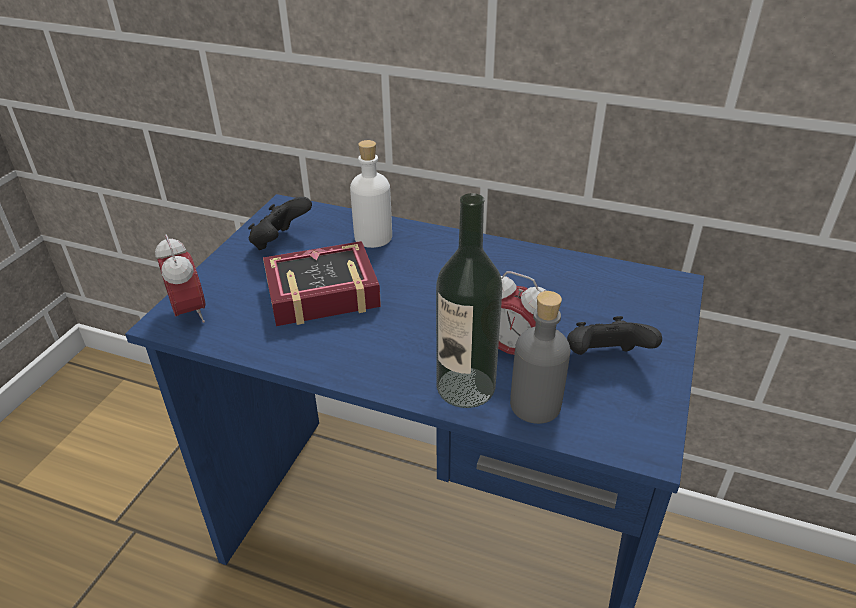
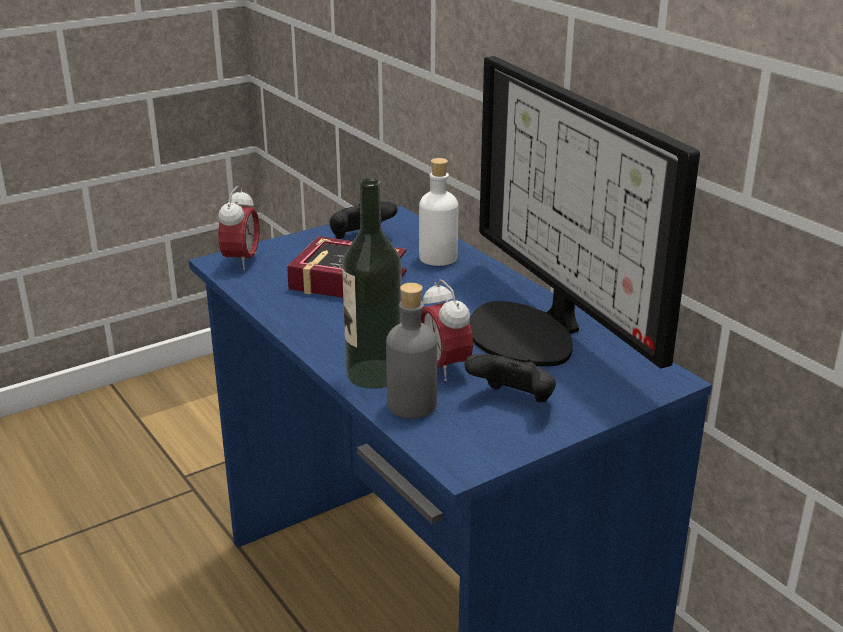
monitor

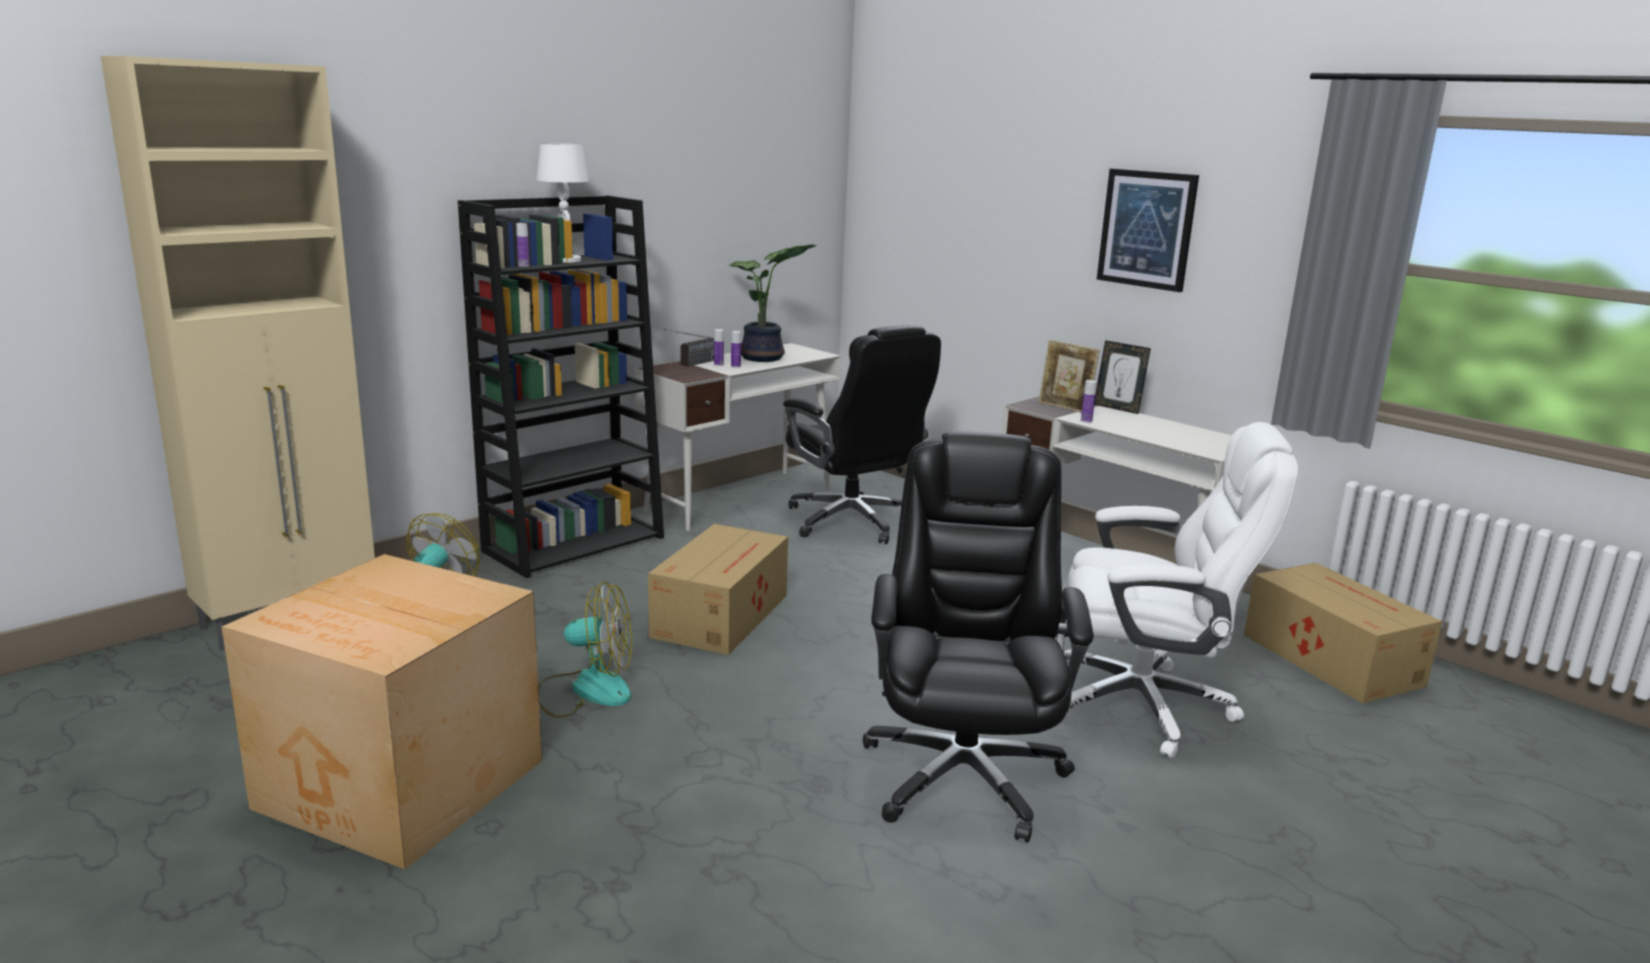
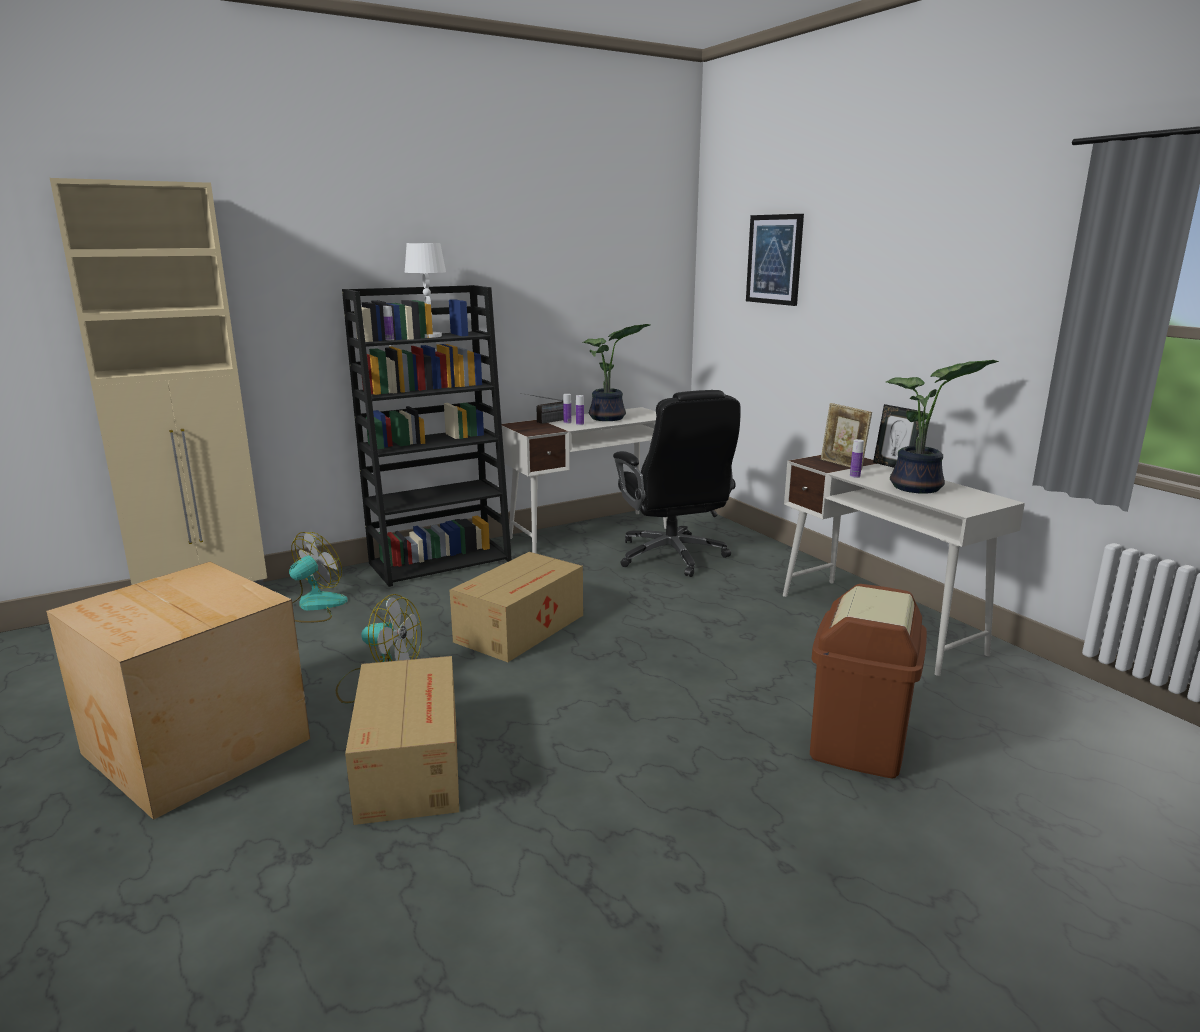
picture
trash can/brown
office chair/black (no. 2 from left in the first image)
cardboard box (no. 2 from left)
potted plant (no. 2 from left)

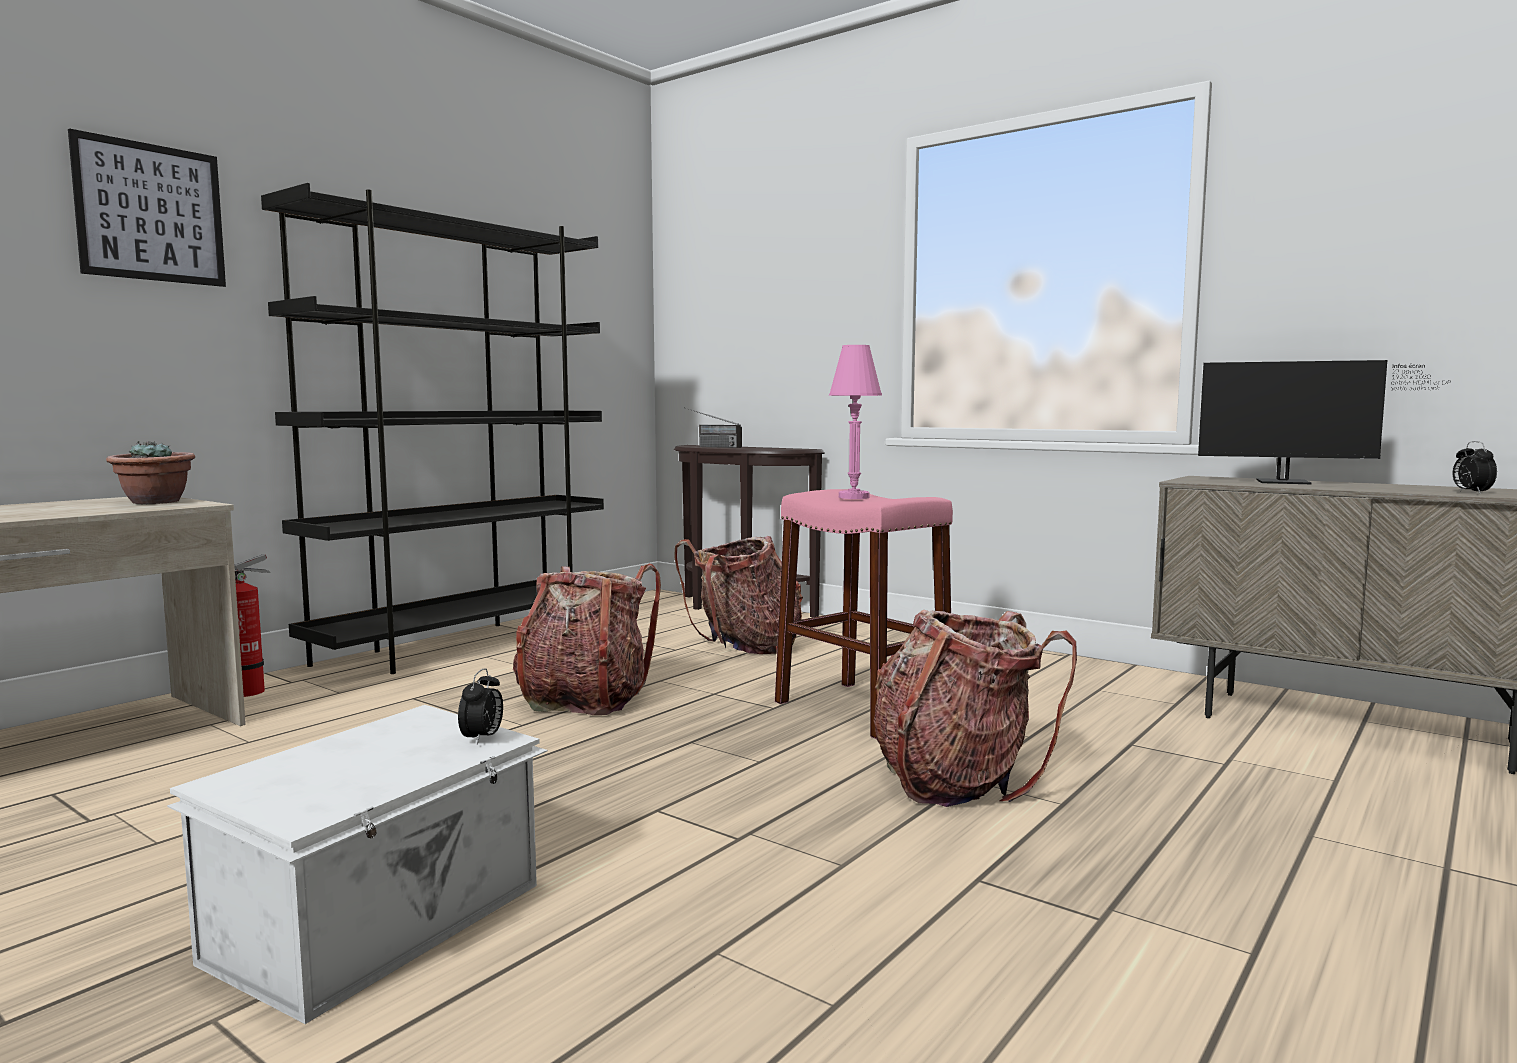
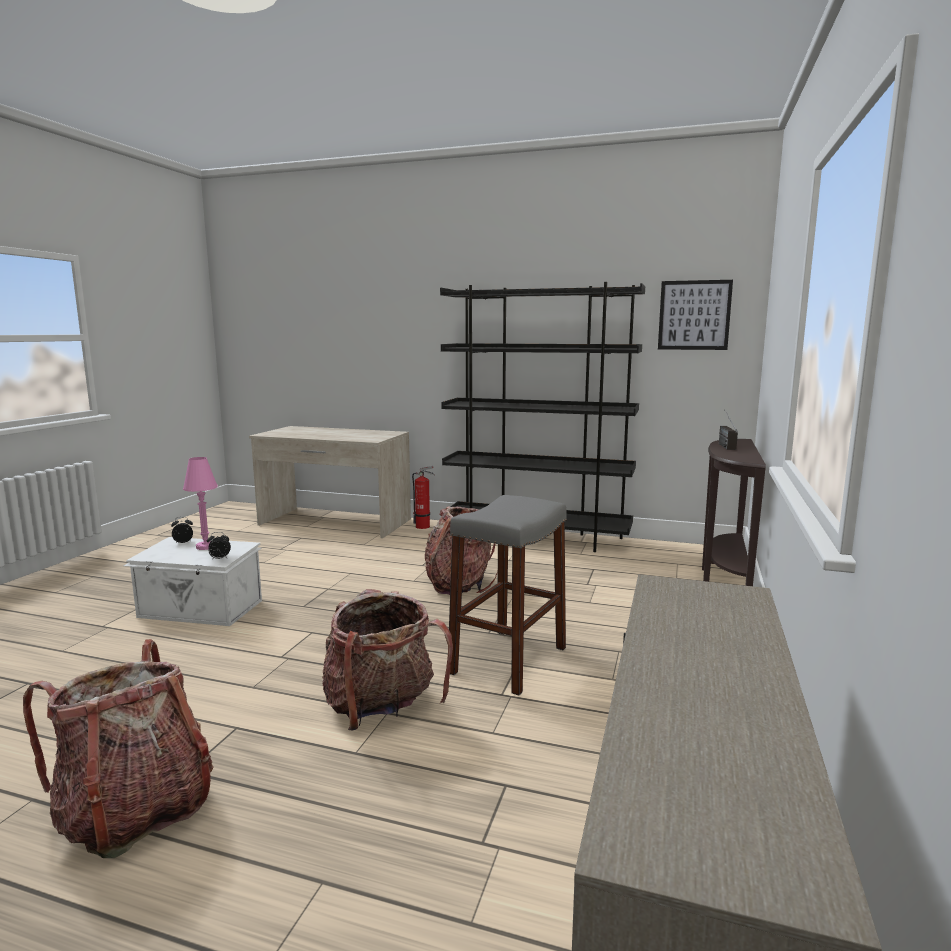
picture
table lamp/pink
monitor
potted plant
alarm clock (no. 1 from left)
stool/grey
backpack (no. 1 from left)

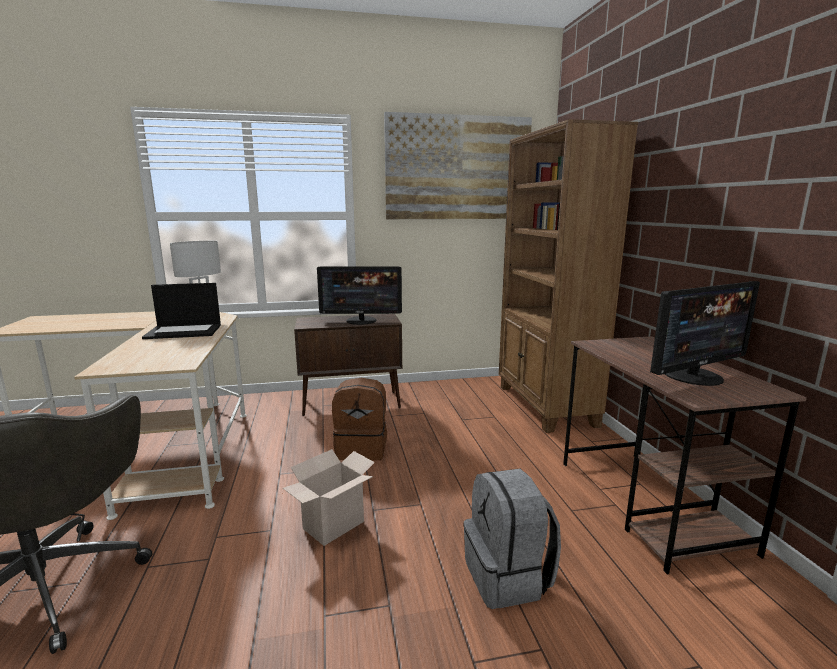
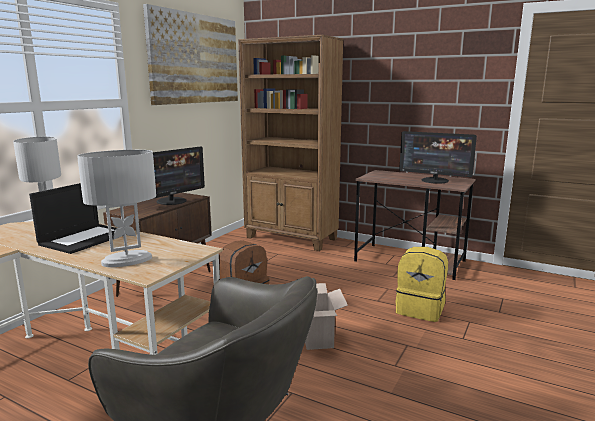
monitor (no. 2 from left)
backpack/yellow
table lamp/white (no. 2 from left)

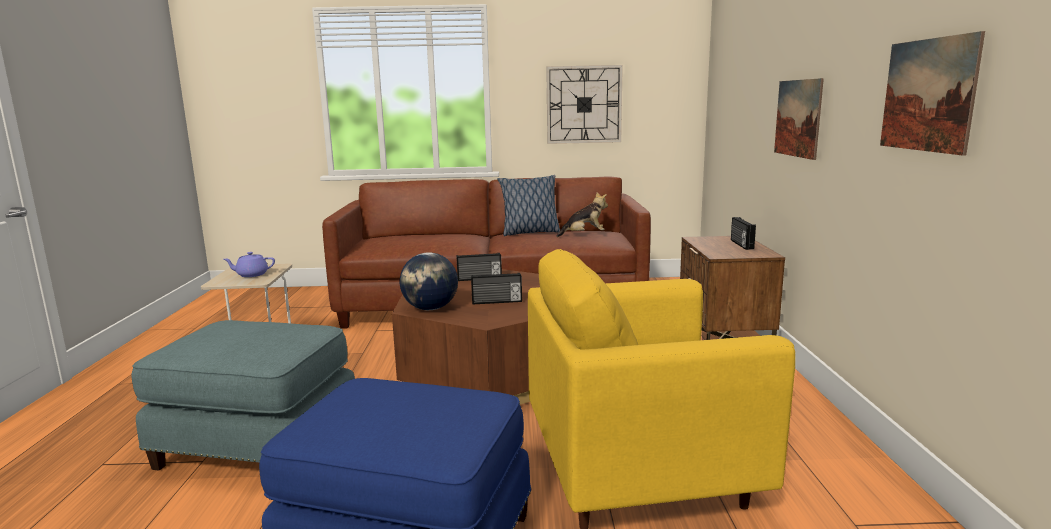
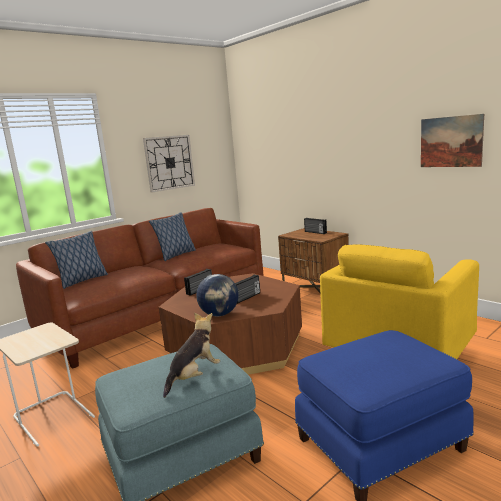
picture (no. 1 from left in the first image)
plush toy
teapot/purple
pillow (no. 1 from left)

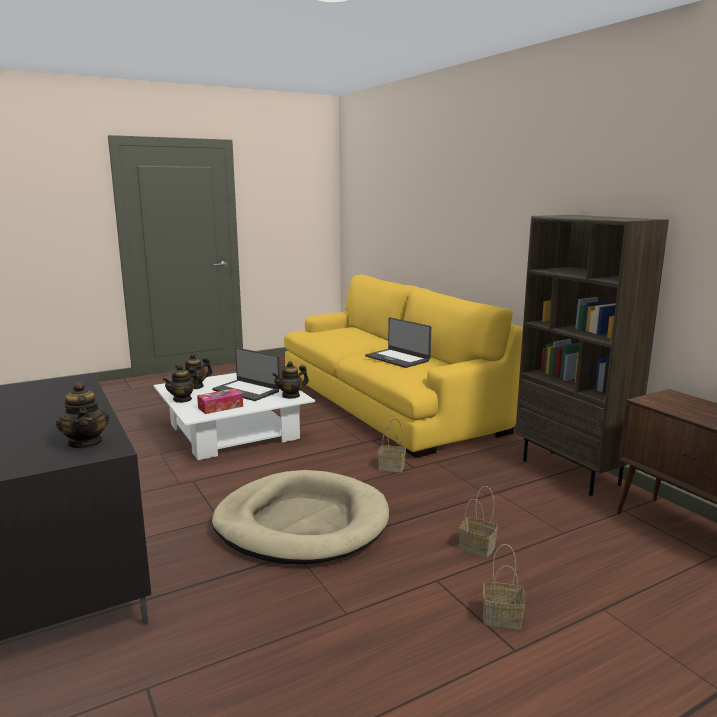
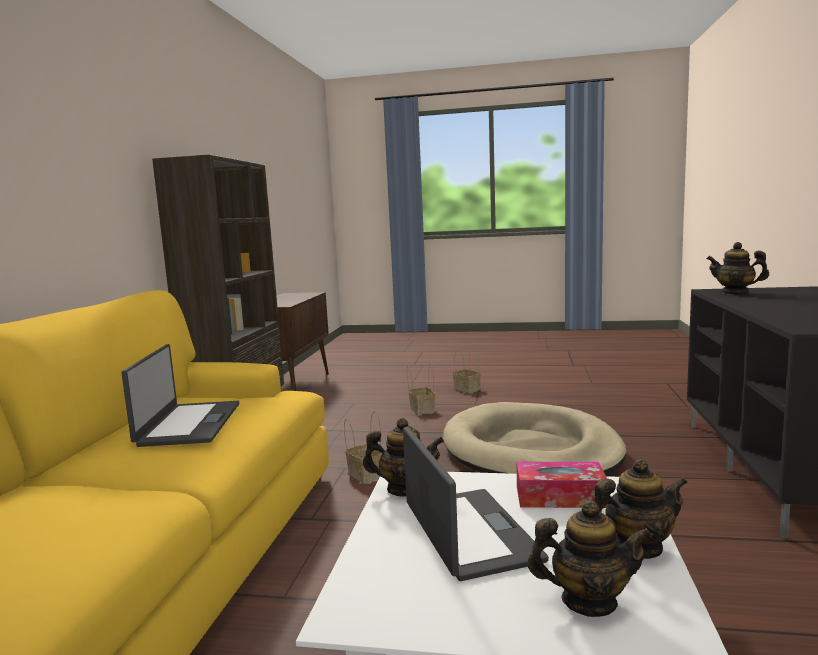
teapot (no. 4 from left)

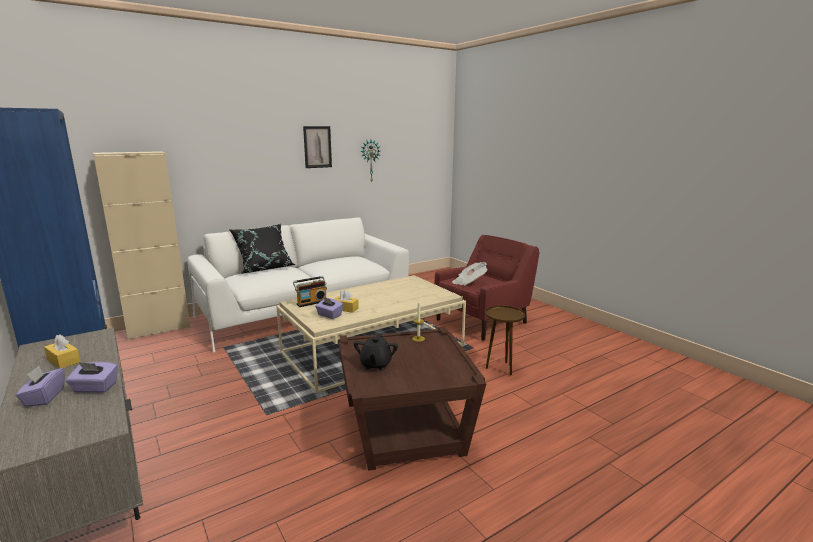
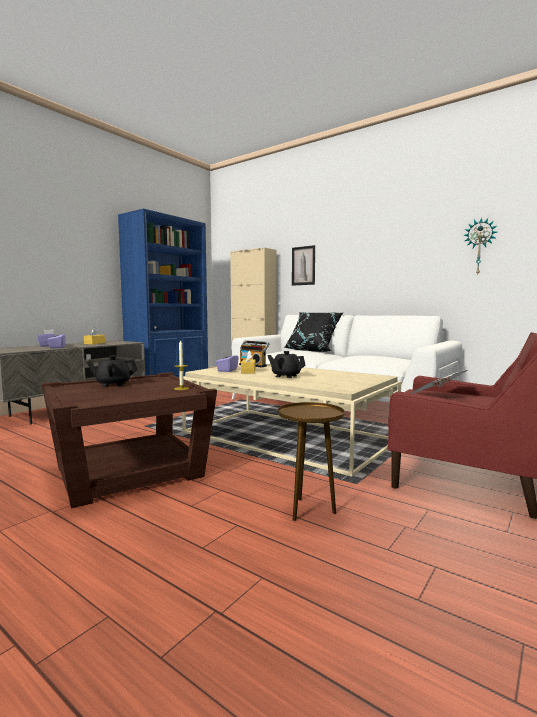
picture
teapot/black (no. 2 from left)

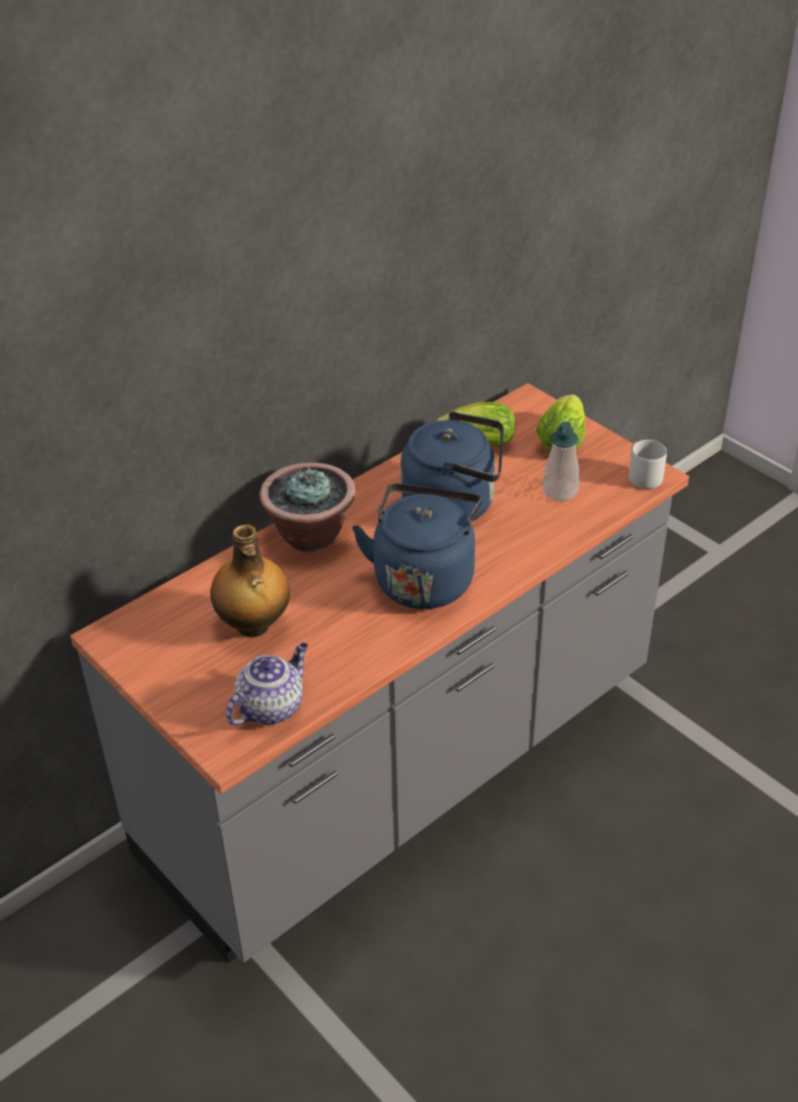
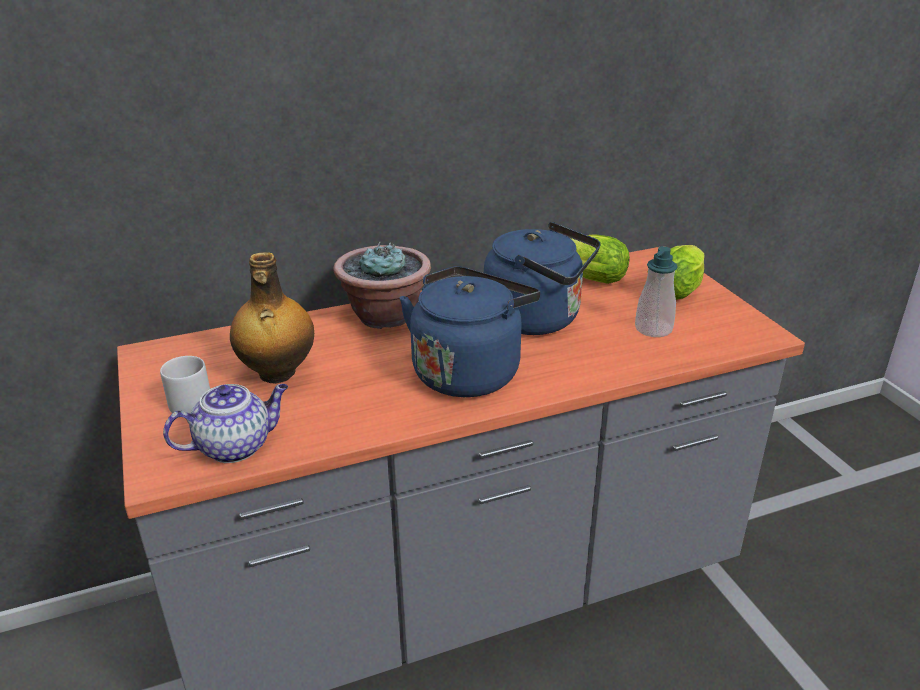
mug/grey

